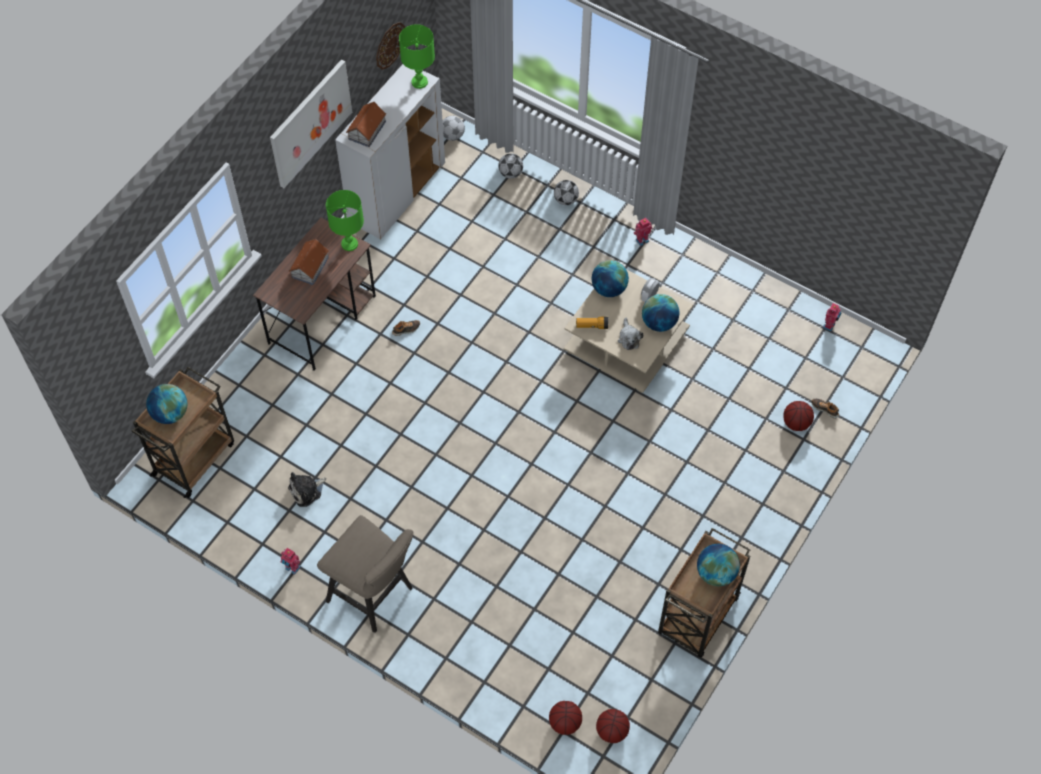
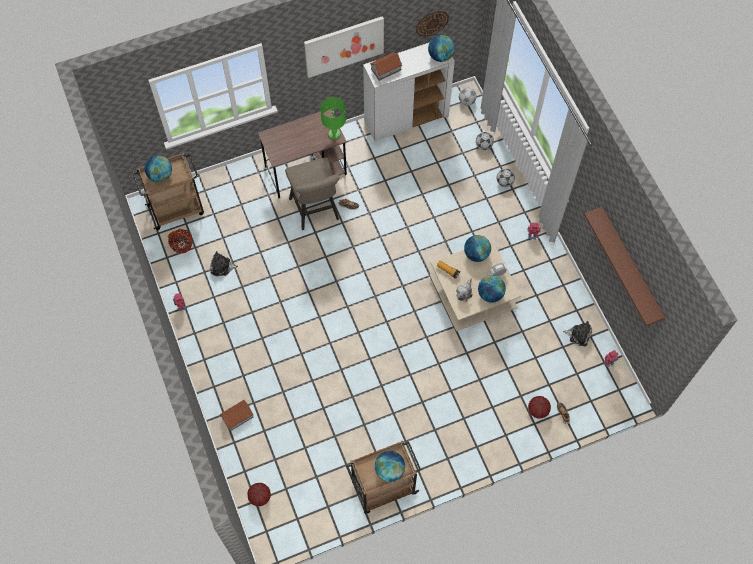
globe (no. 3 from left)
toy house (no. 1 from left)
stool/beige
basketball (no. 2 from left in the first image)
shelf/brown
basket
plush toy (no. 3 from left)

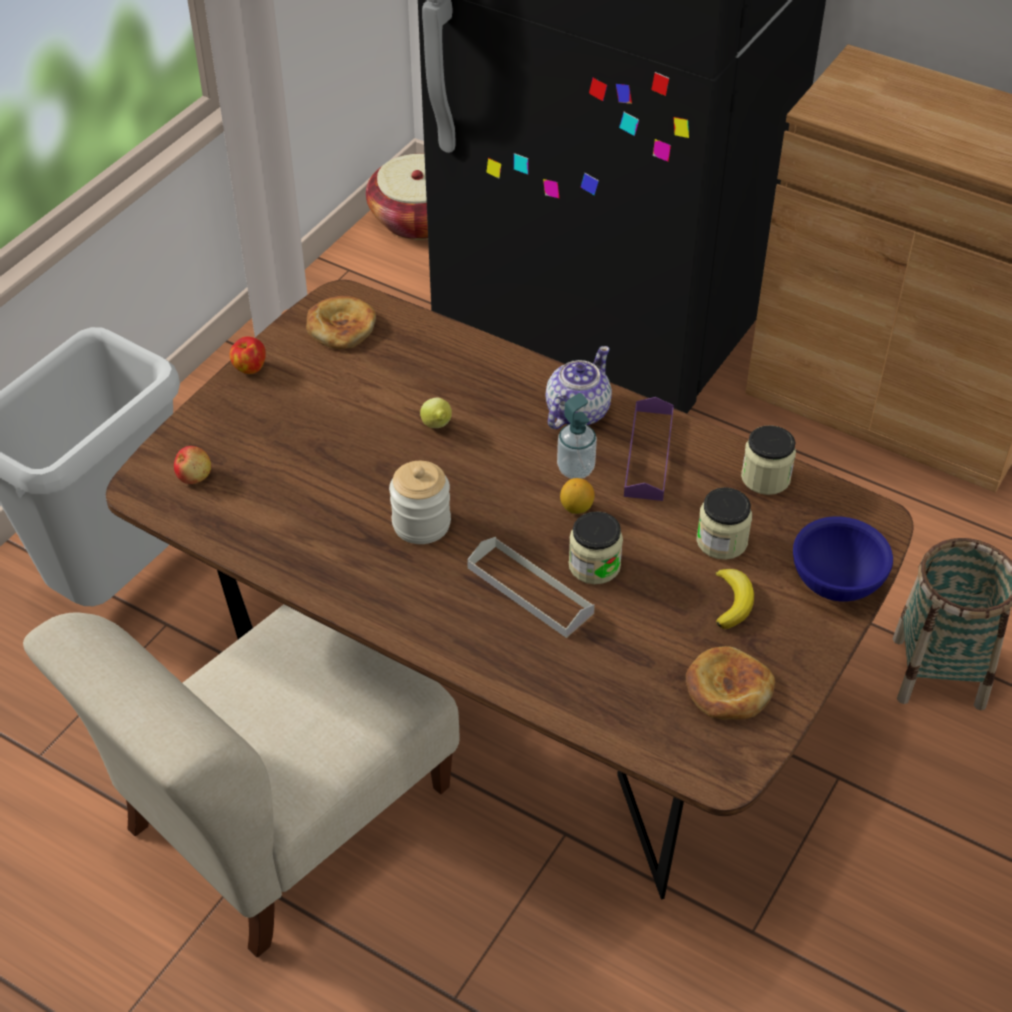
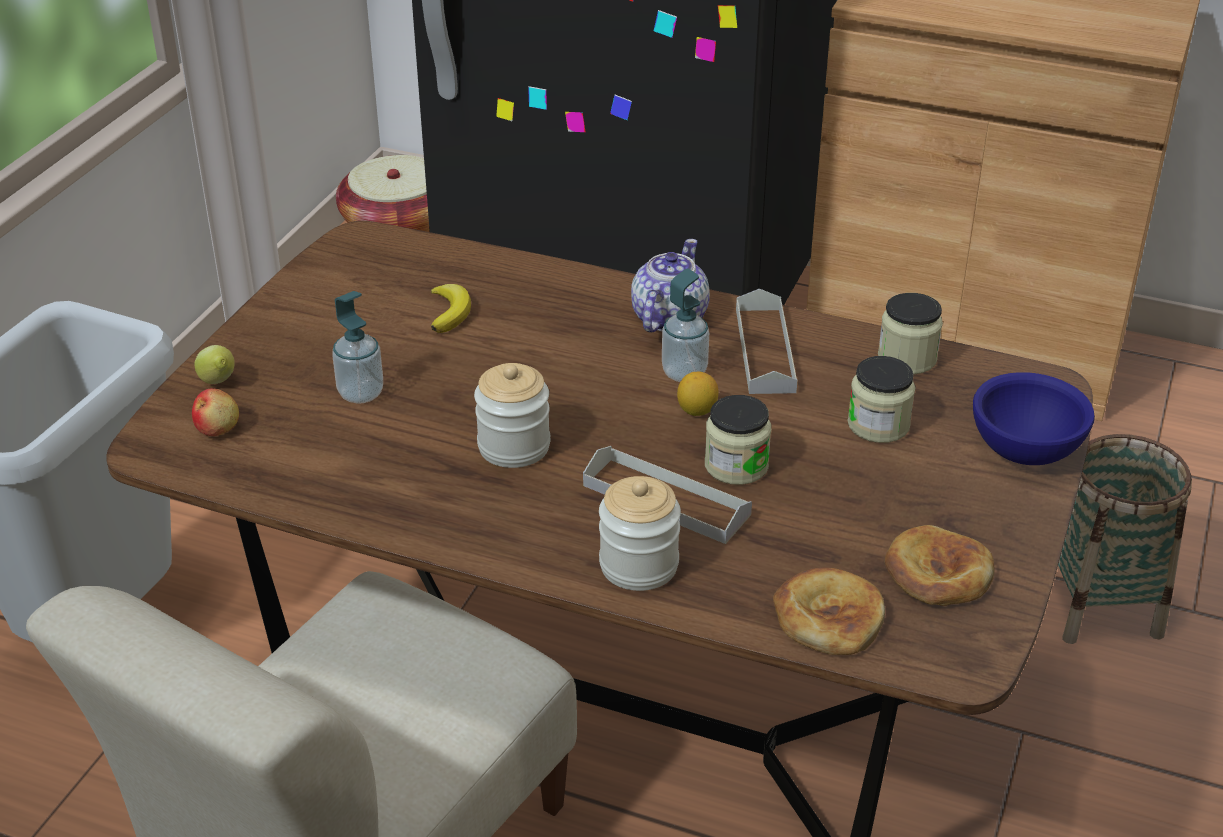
bread (no. 1 from left)
apple (no. 2 from left in the first image)
lemon (no. 1 from left)
tray/grey (no. 2 from left)
banana
soap dispenser (no. 1 from left)
jar (no. 2 from left)

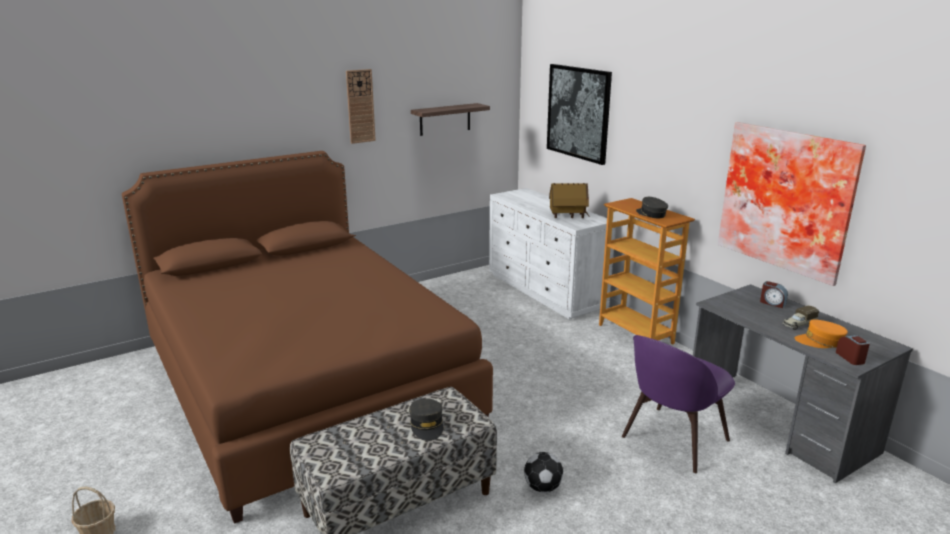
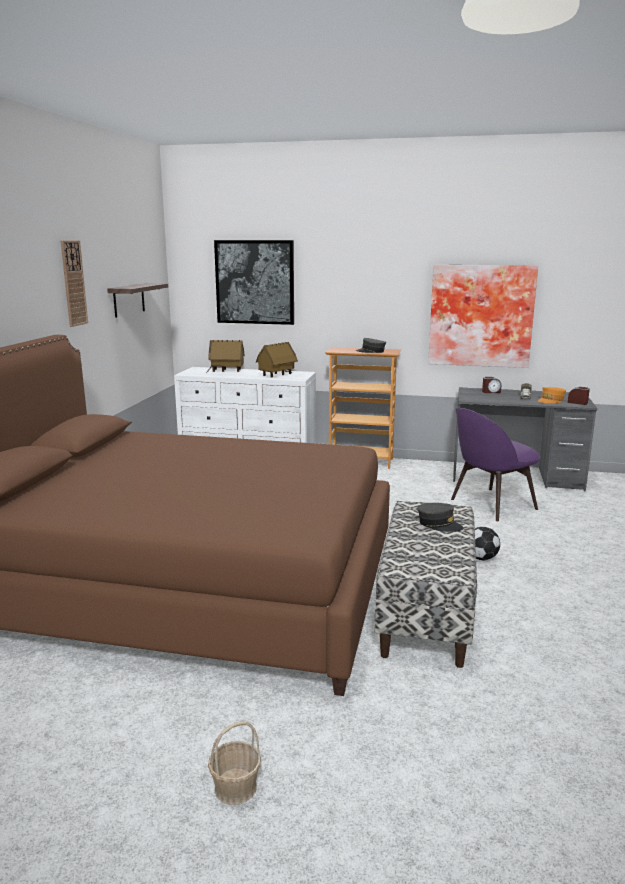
chair/purple
toy house (no. 1 from left)

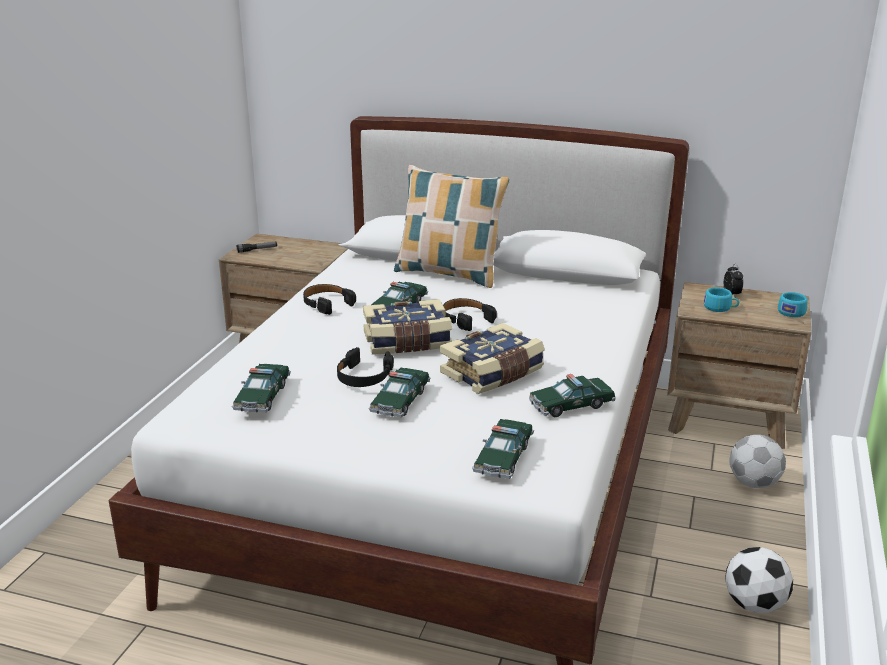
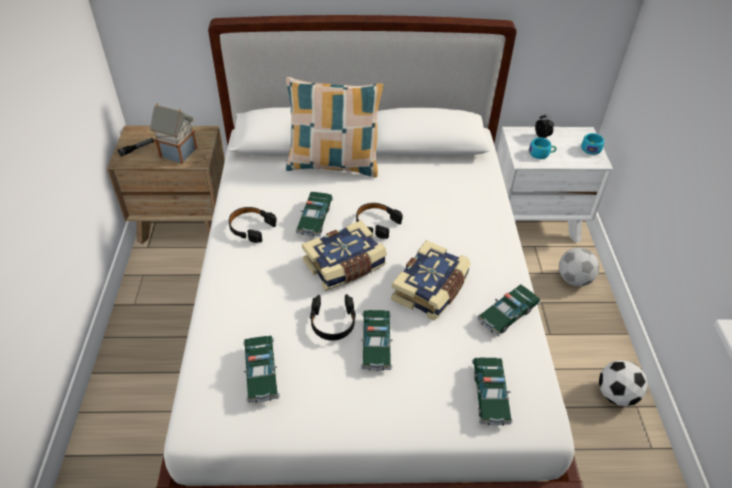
nightstand/white
toy house

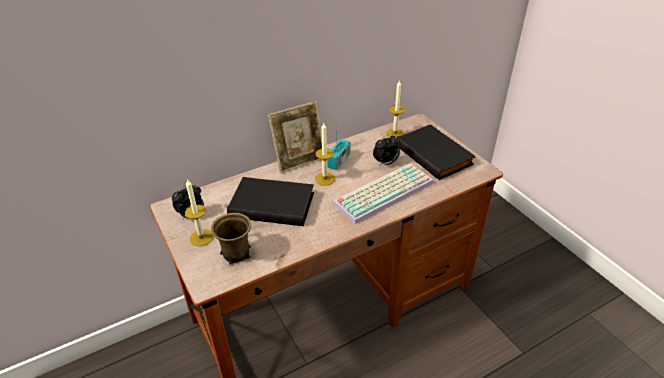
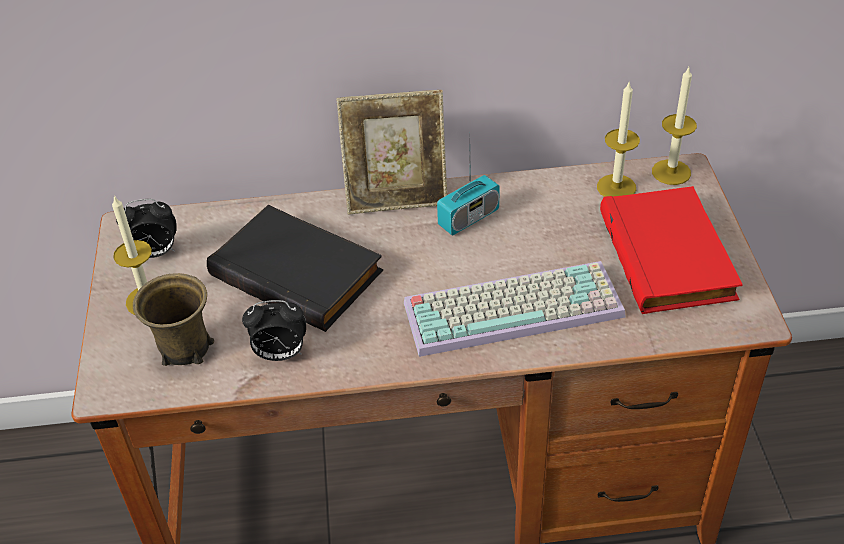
candle (no. 3 from left)
book/red
alarm clock (no. 2 from left)

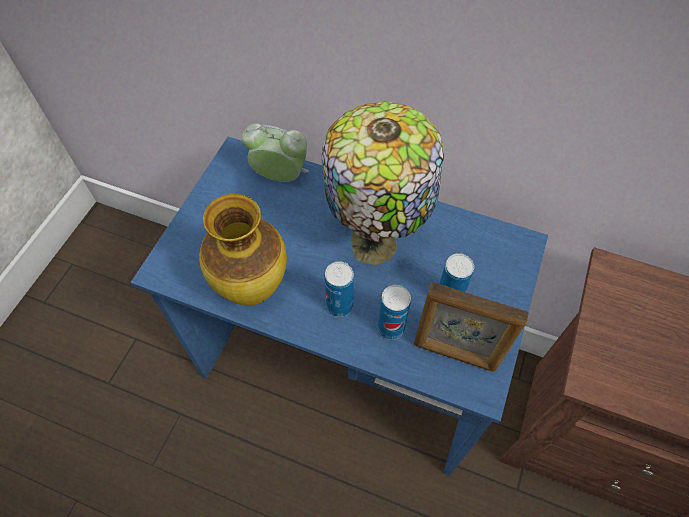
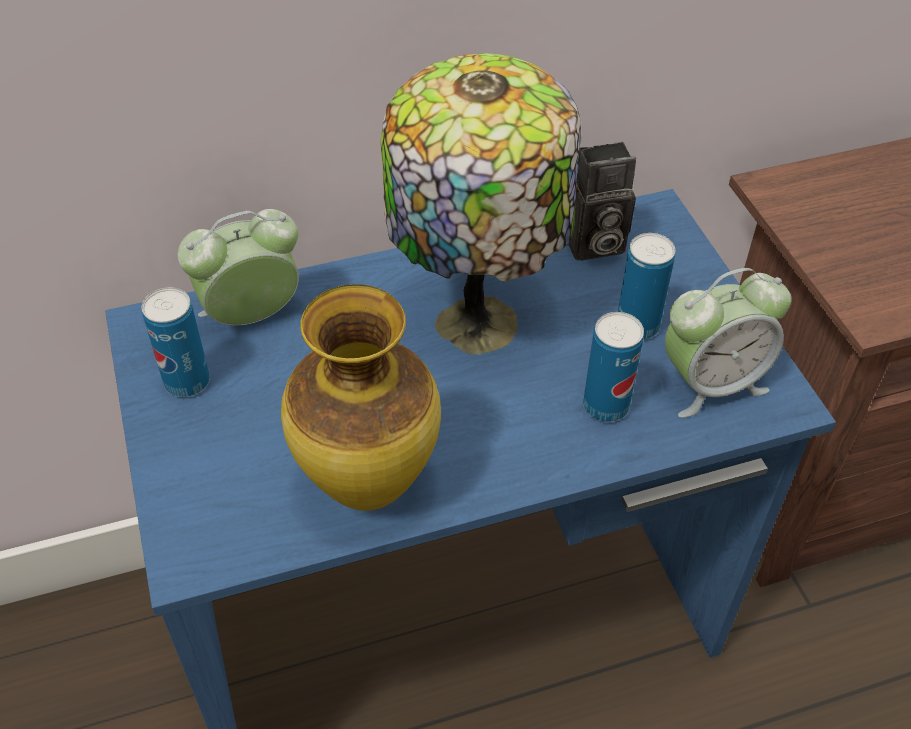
can (no. 1 from left)
alarm clock (no. 2 from left)
photo camera

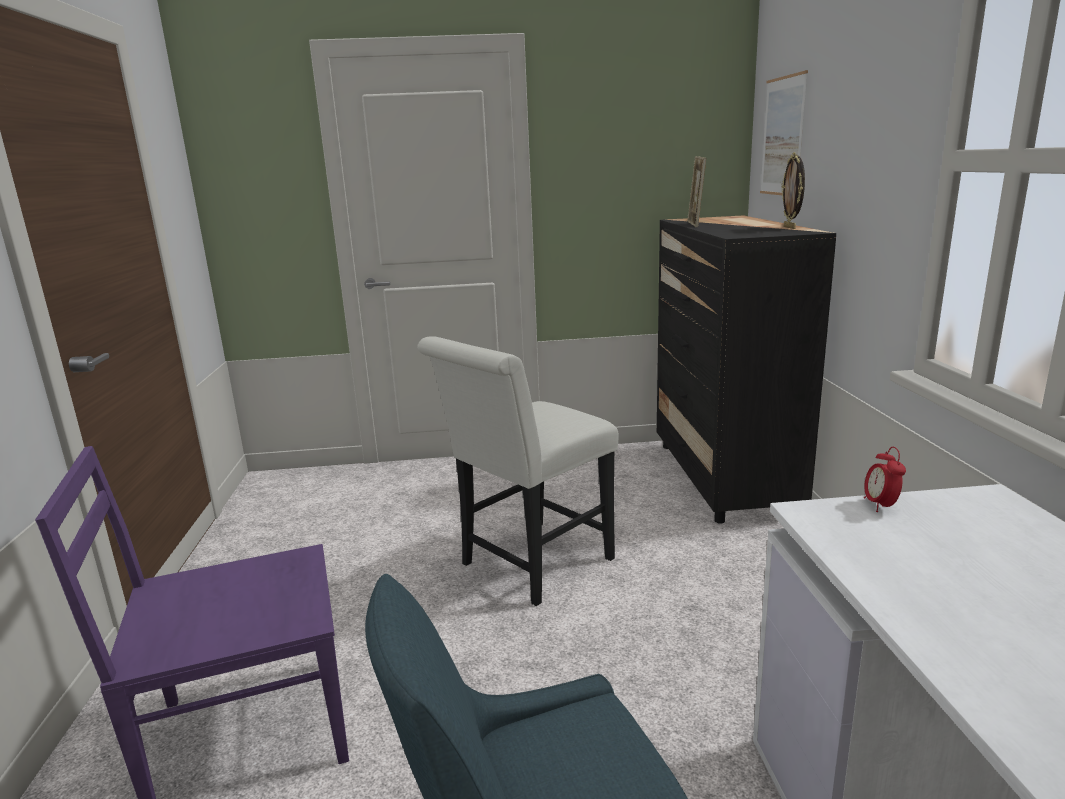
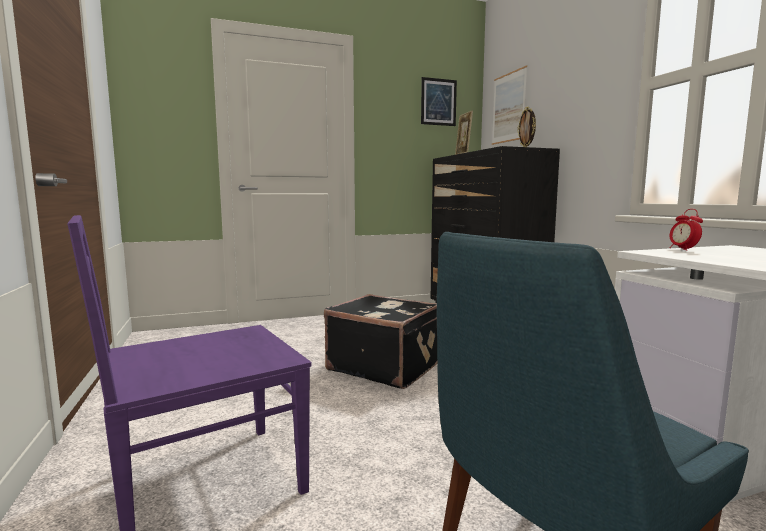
suitcase/black
picture (no. 1 from left)

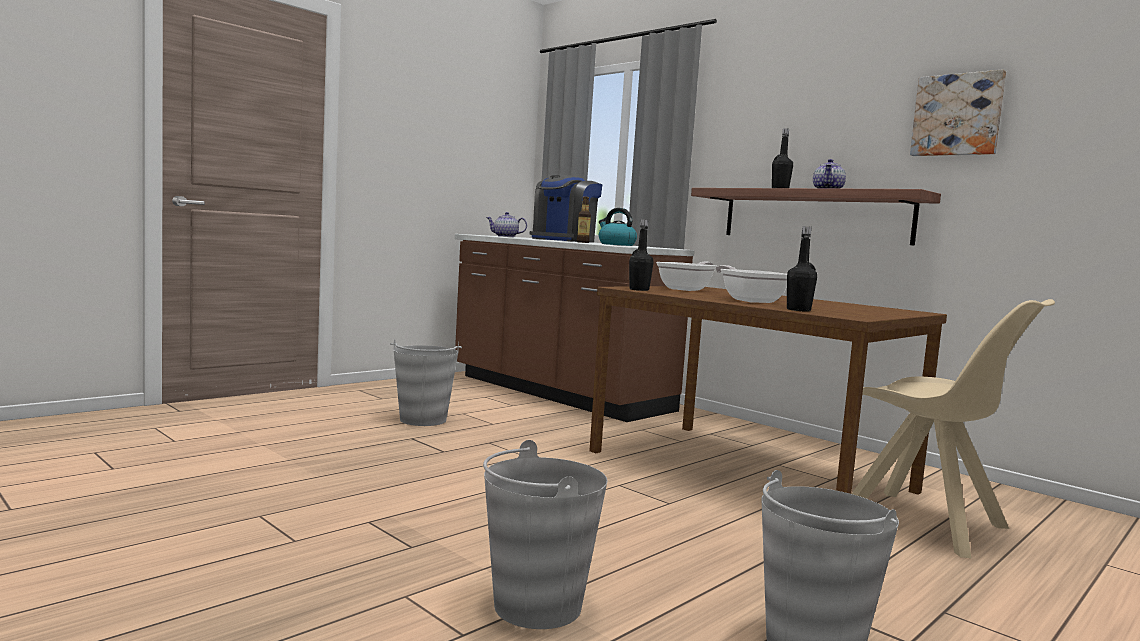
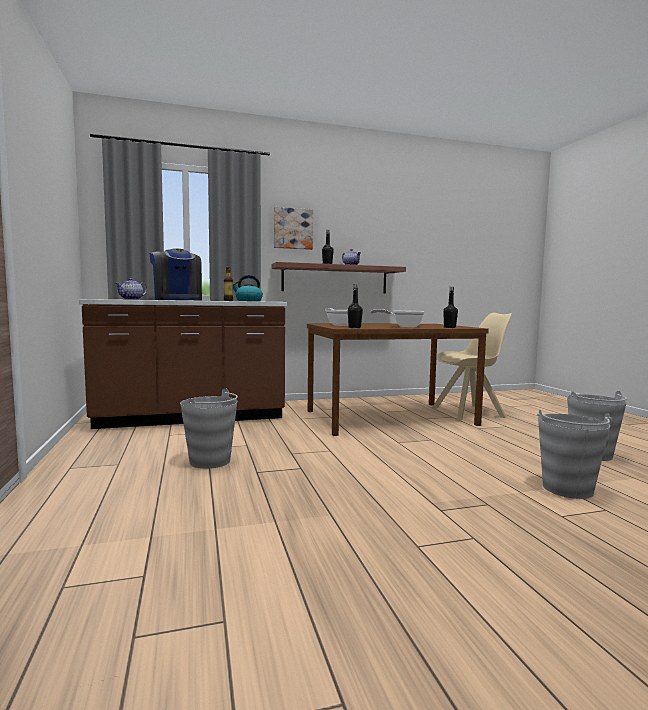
picture

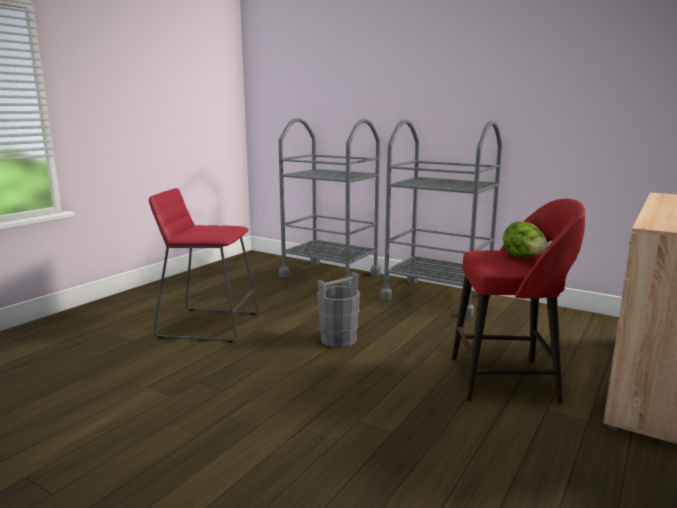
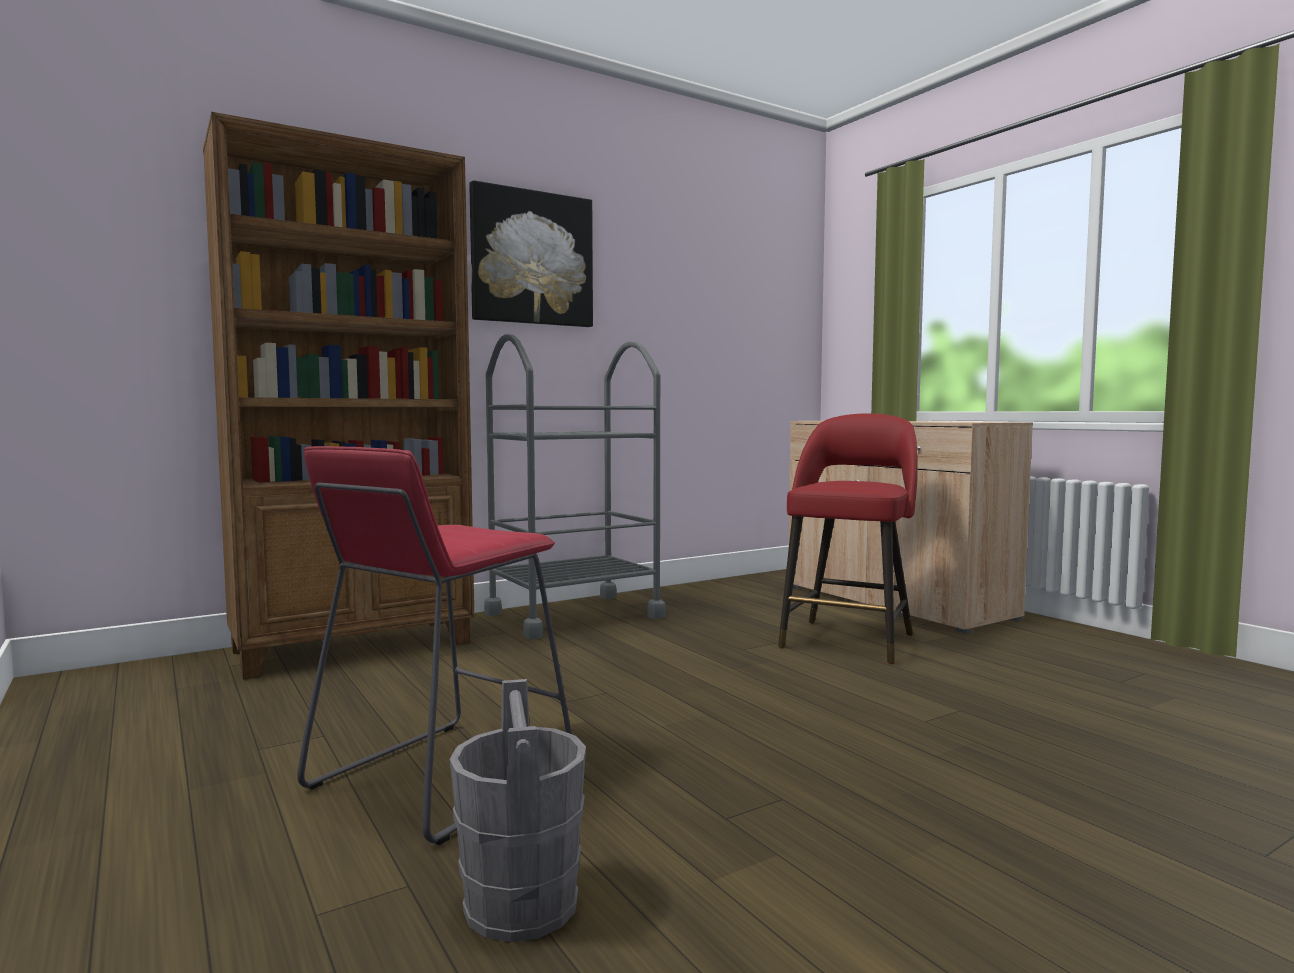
bookcase/brown
lettuce
bucket/grey
picture

